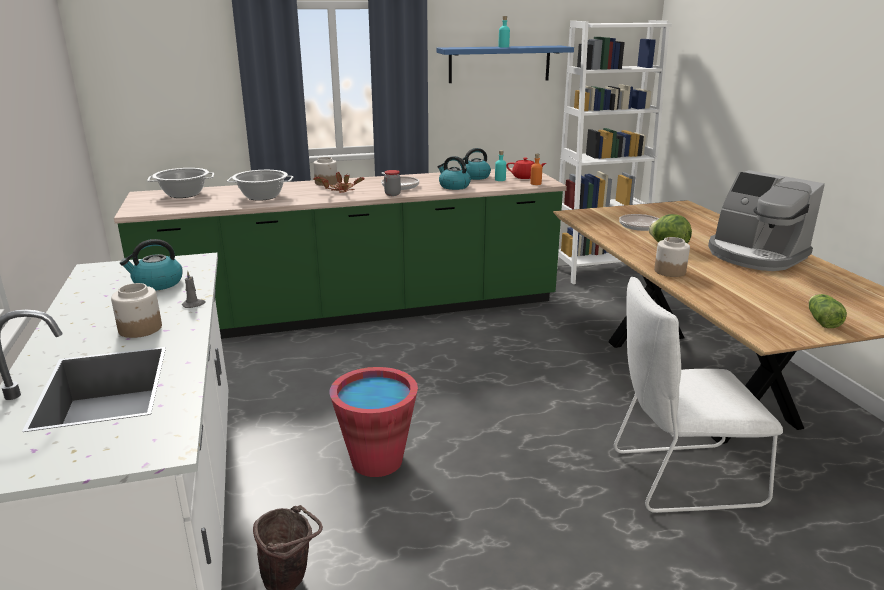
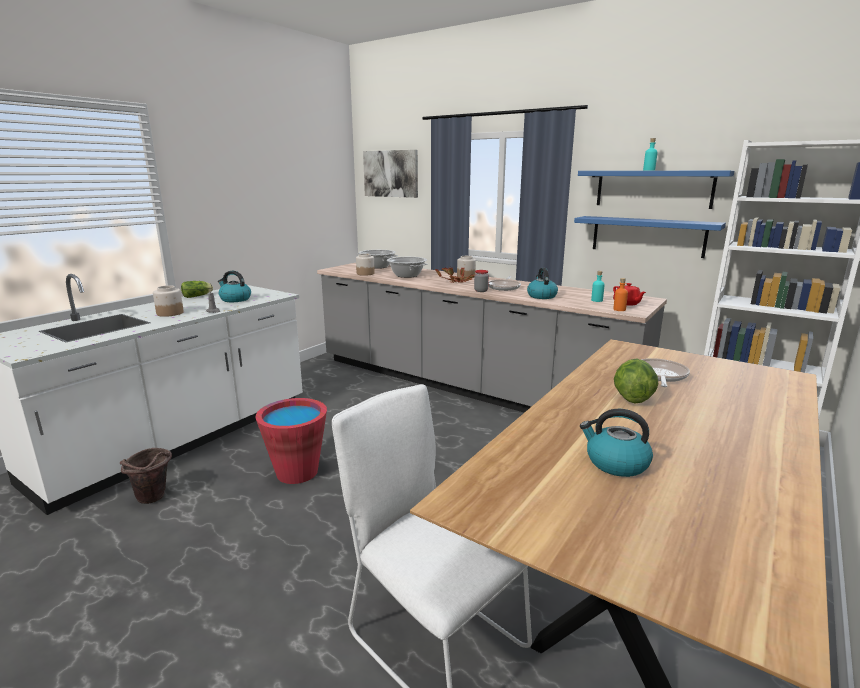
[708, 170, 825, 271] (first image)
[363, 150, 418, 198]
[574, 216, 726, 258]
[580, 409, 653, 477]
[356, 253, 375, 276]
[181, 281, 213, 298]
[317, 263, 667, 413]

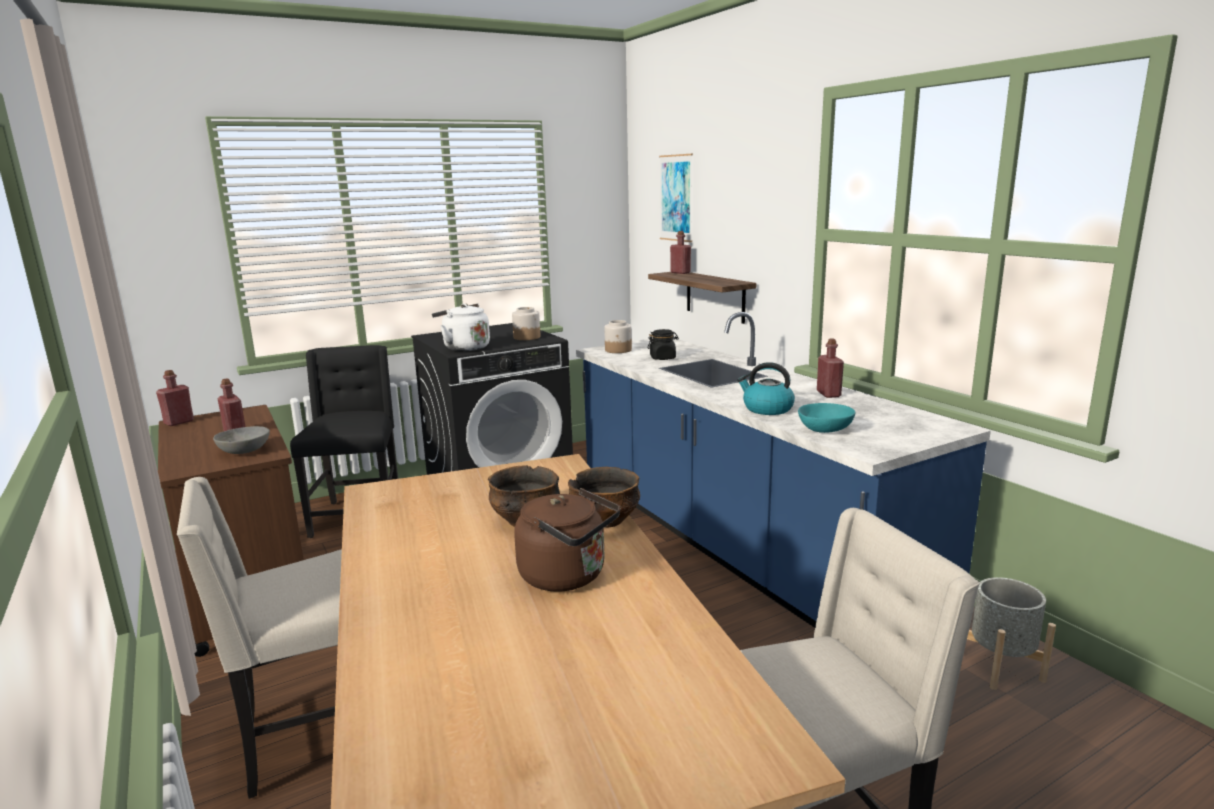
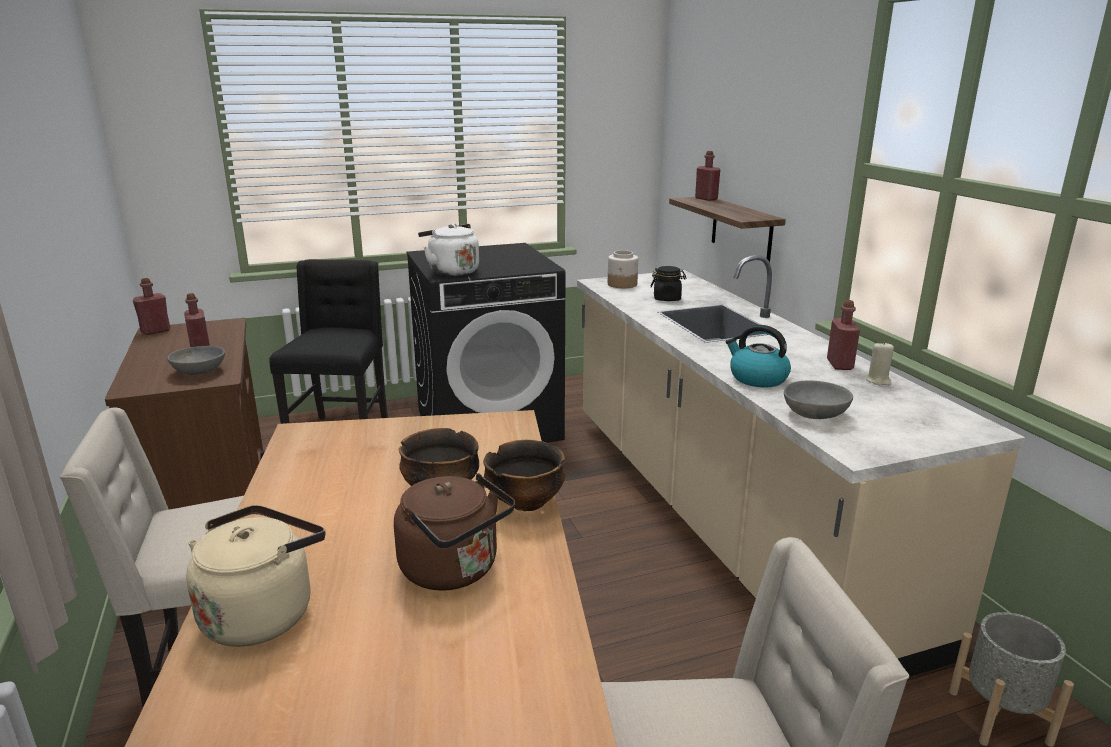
[512, 307, 540, 340] (first image)
[659, 154, 693, 242] (first image)
[186, 505, 325, 647]
[866, 341, 894, 385]
[577, 255, 1025, 677]
[784, 381, 853, 419]

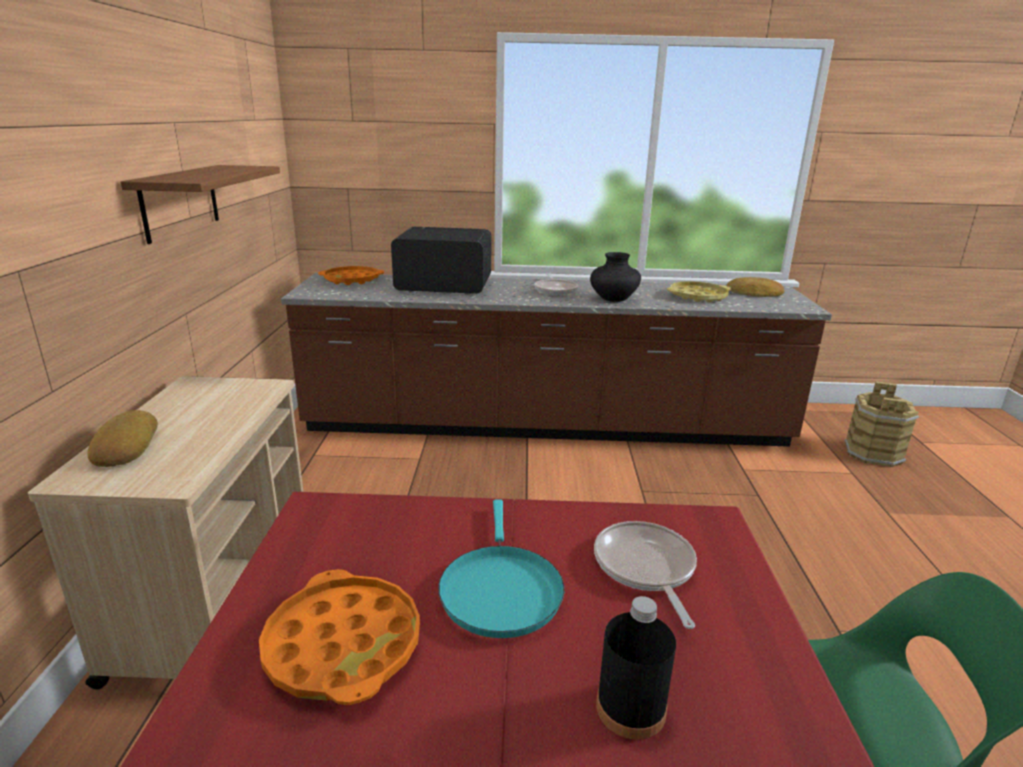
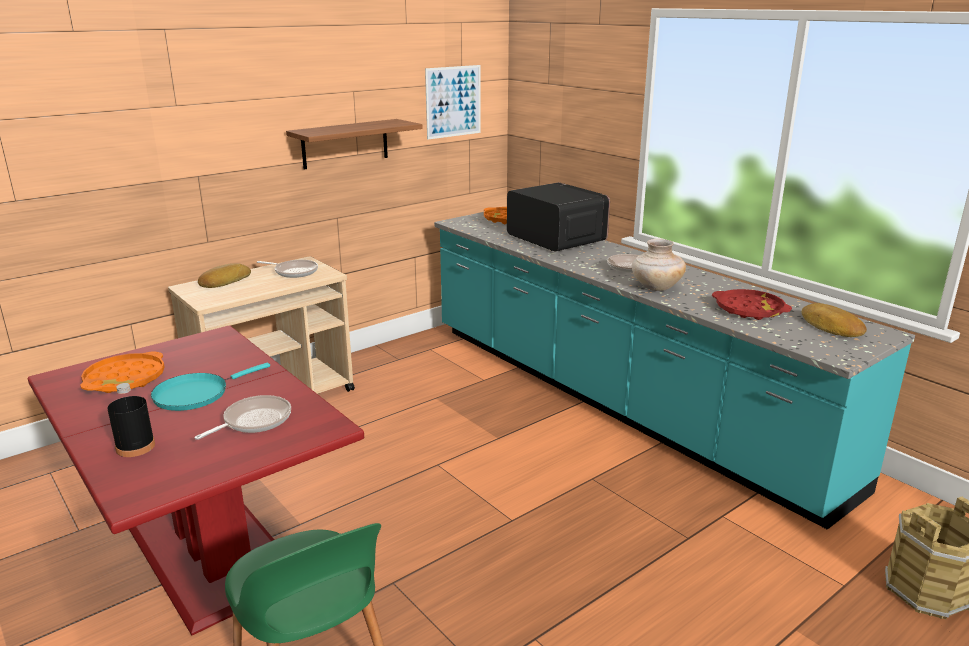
[257, 260, 318, 278]
[425, 65, 481, 140]
[434, 212, 915, 530]
[632, 239, 686, 291]
[712, 289, 792, 320]

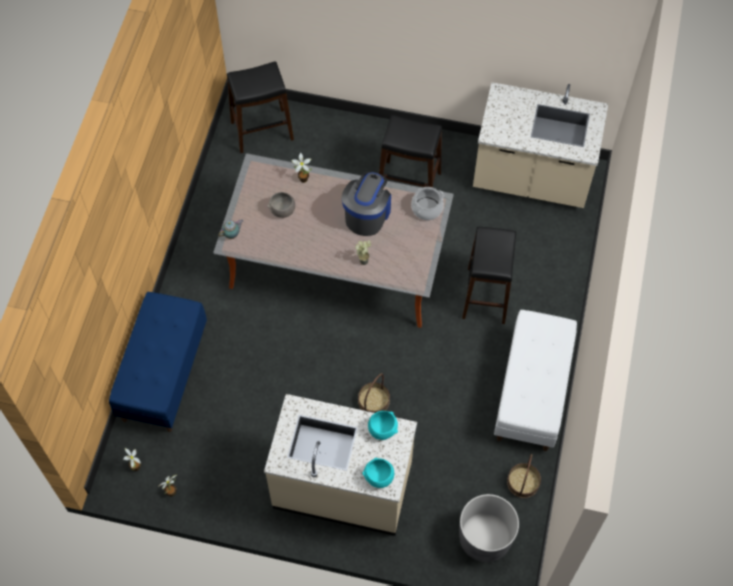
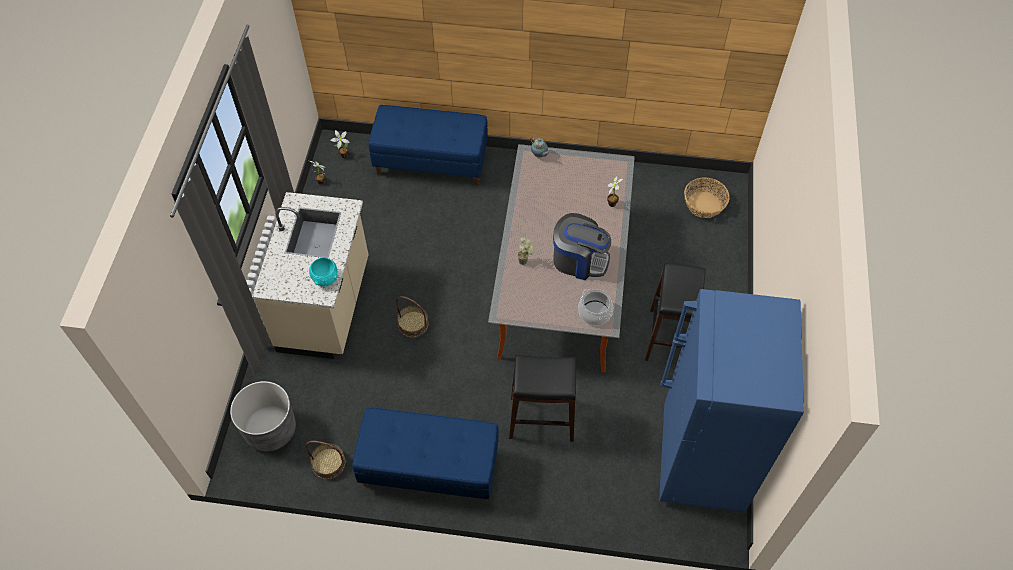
[267, 192, 295, 218] (first image)
[362, 458, 394, 488] (first image)
[684, 177, 730, 218]
[659, 289, 804, 512]
[352, 407, 499, 503]

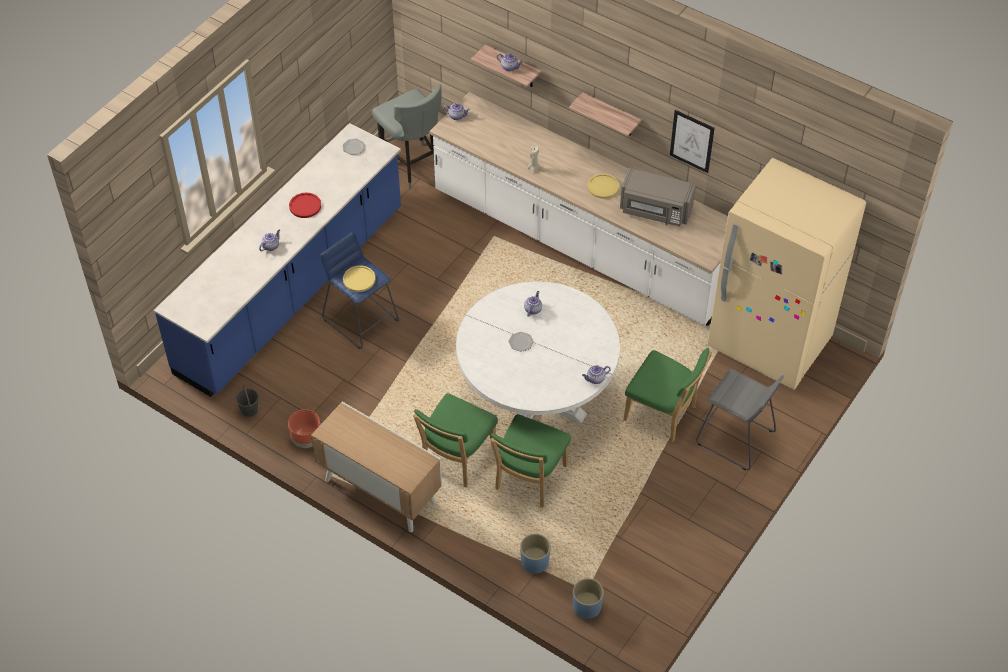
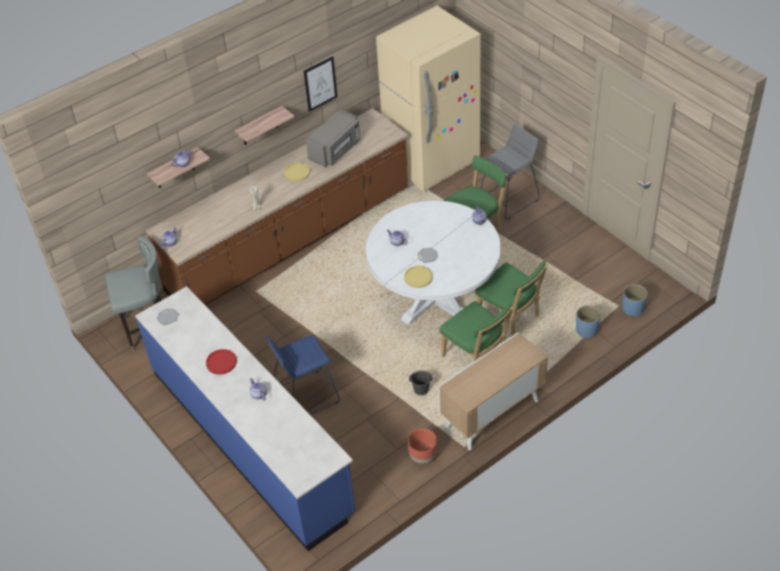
[409, 370, 432, 395]
[404, 266, 433, 288]
[146, 108, 408, 305]

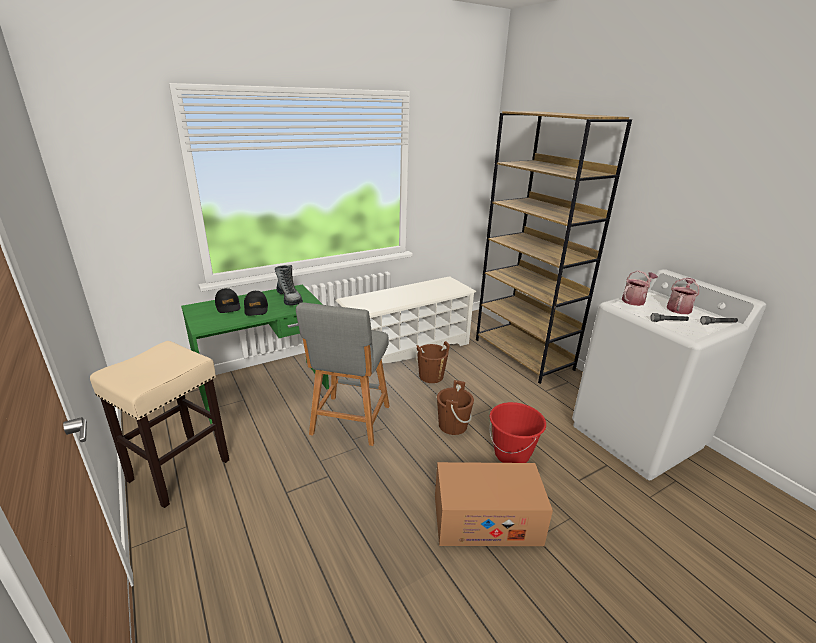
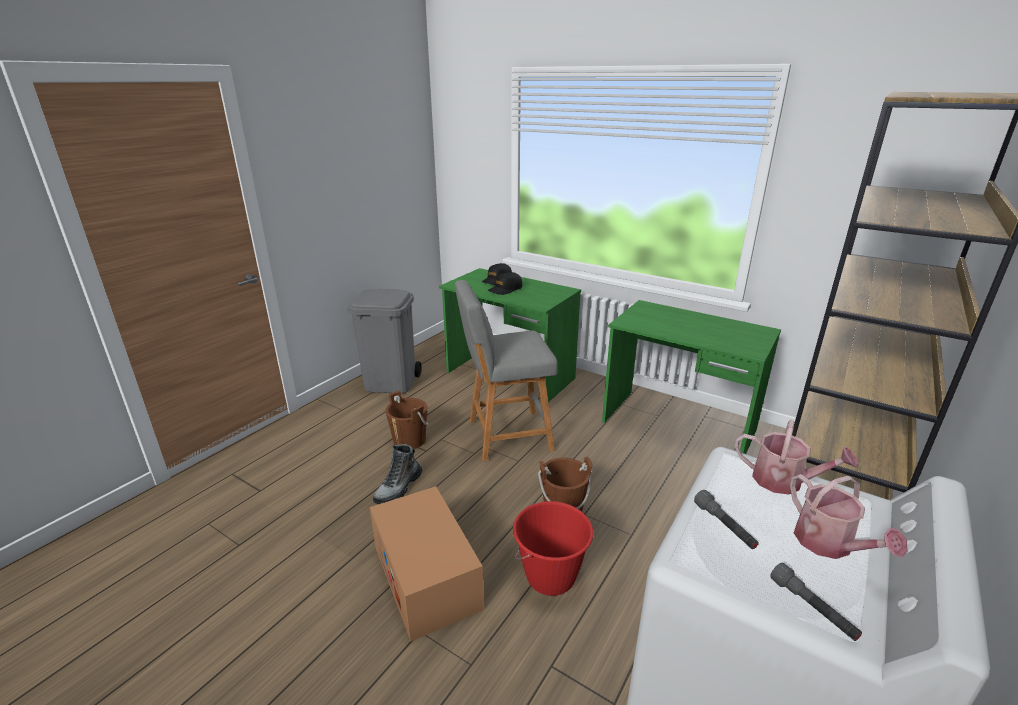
[373, 444, 422, 504]
[385, 390, 428, 449]
[347, 289, 422, 394]
[602, 300, 781, 454]
[790, 474, 908, 559]

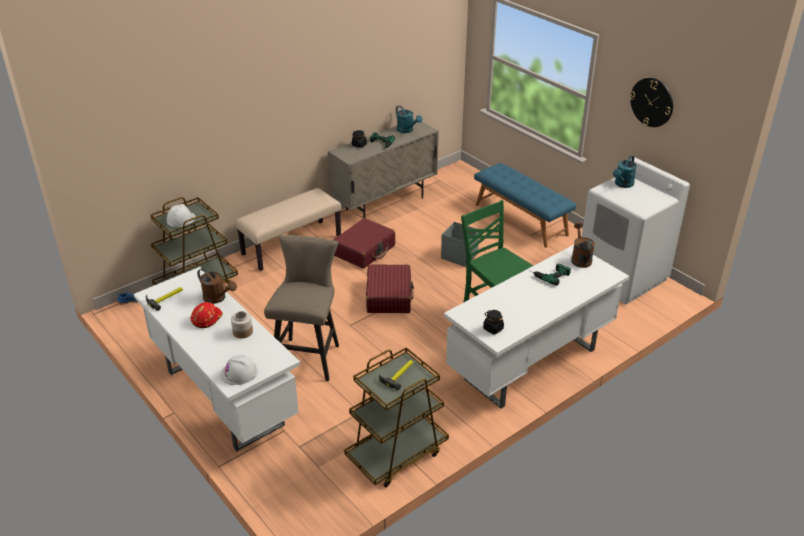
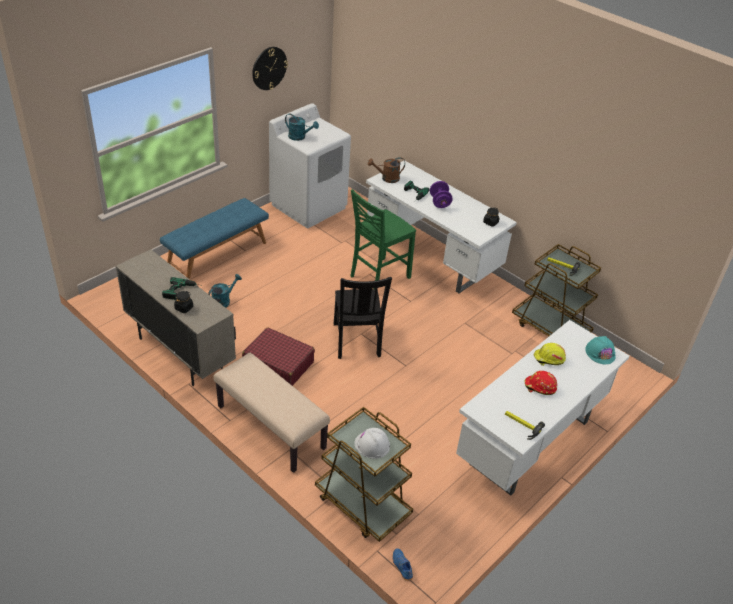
[197, 268, 237, 304] (first image)
[264, 235, 339, 381] (first image)
[441, 222, 479, 267] (first image)
[430, 181, 453, 208]
[208, 274, 242, 308]
[534, 343, 566, 366]
[334, 277, 392, 359]
[585, 336, 616, 365]

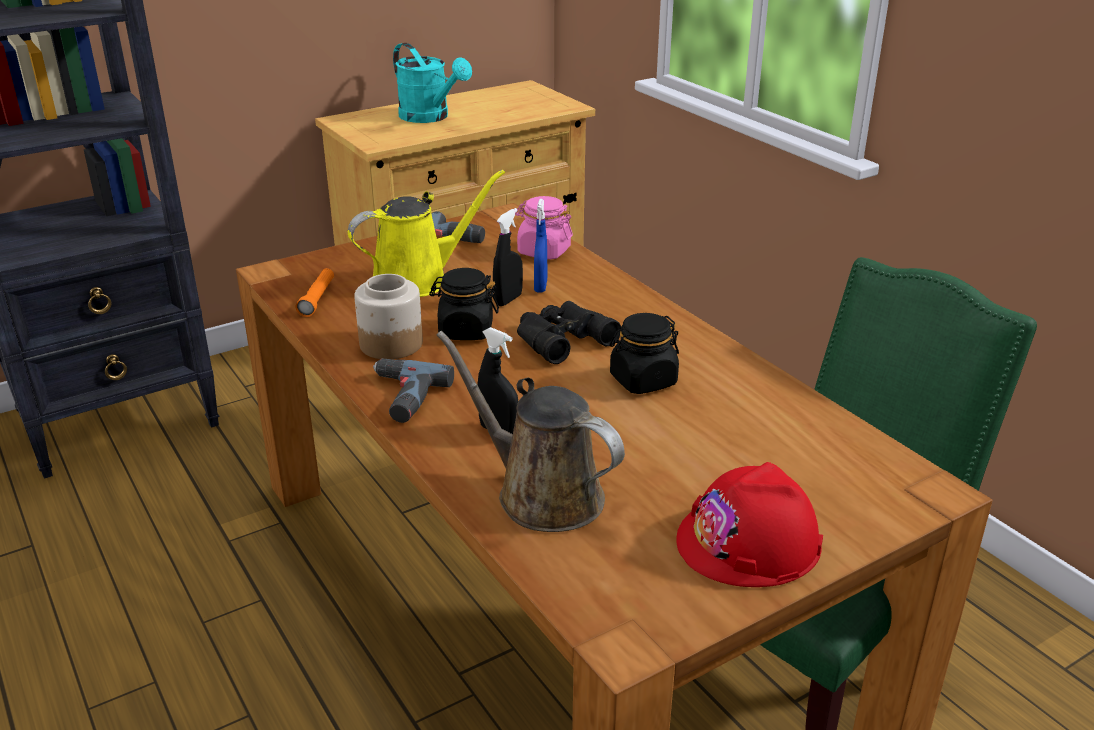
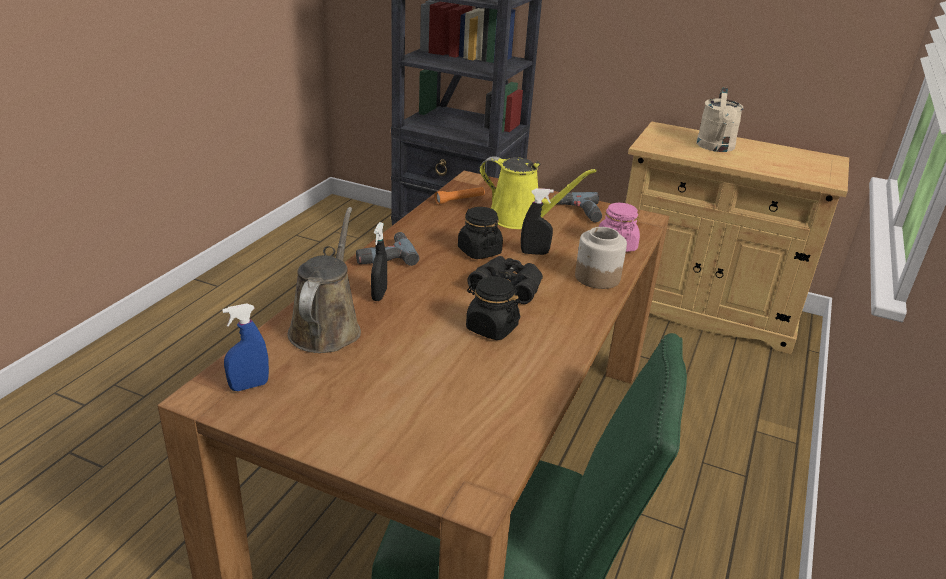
[677, 462, 823, 587] (first image)
[575, 227, 627, 289]
[222, 303, 269, 391]
[696, 87, 744, 152]

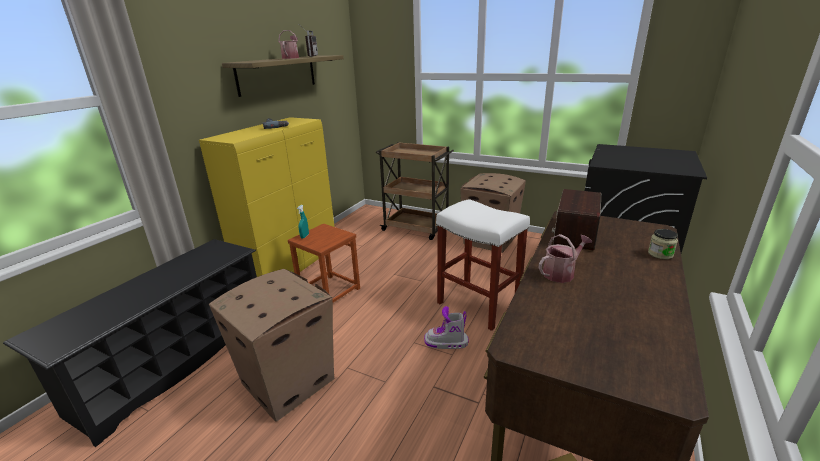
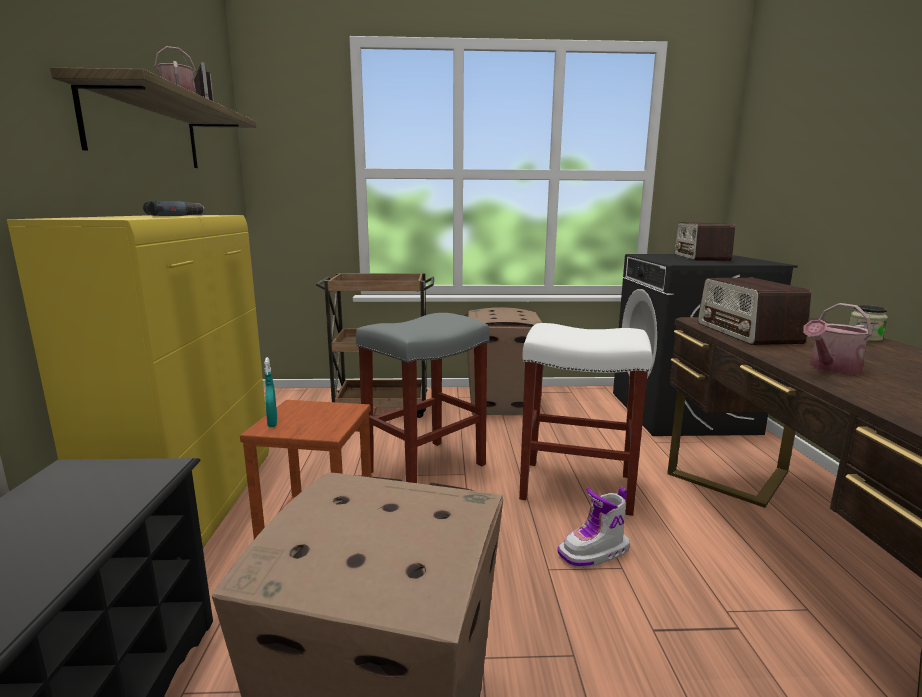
[356, 313, 489, 483]
[675, 222, 735, 261]
[803, 303, 872, 374]

